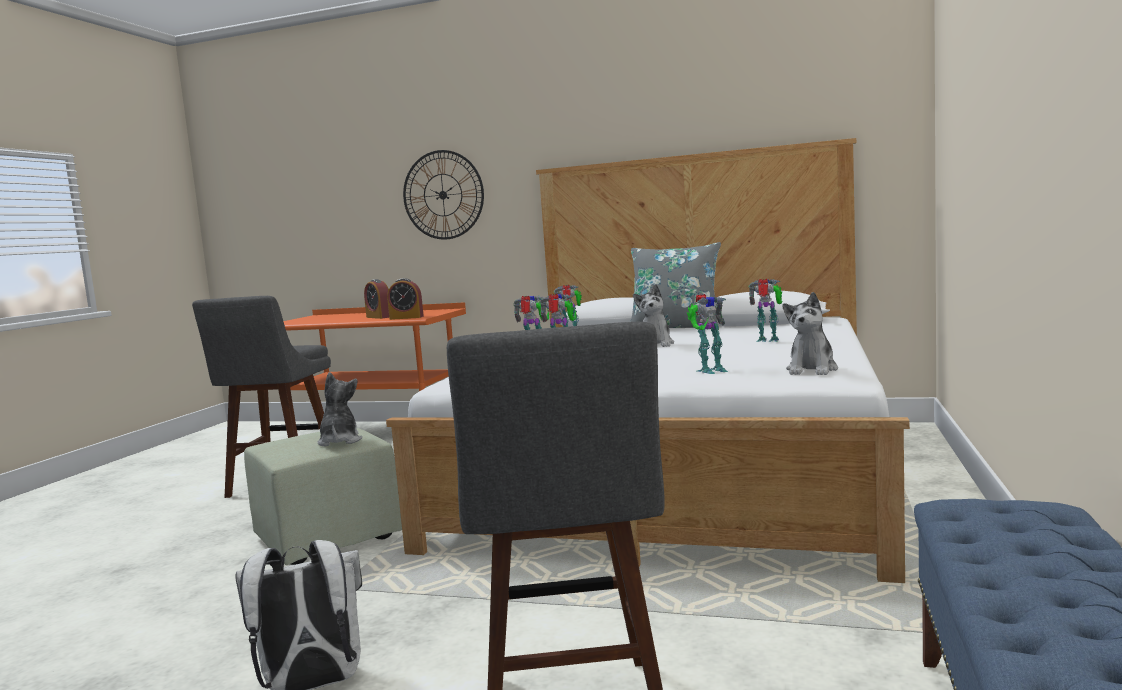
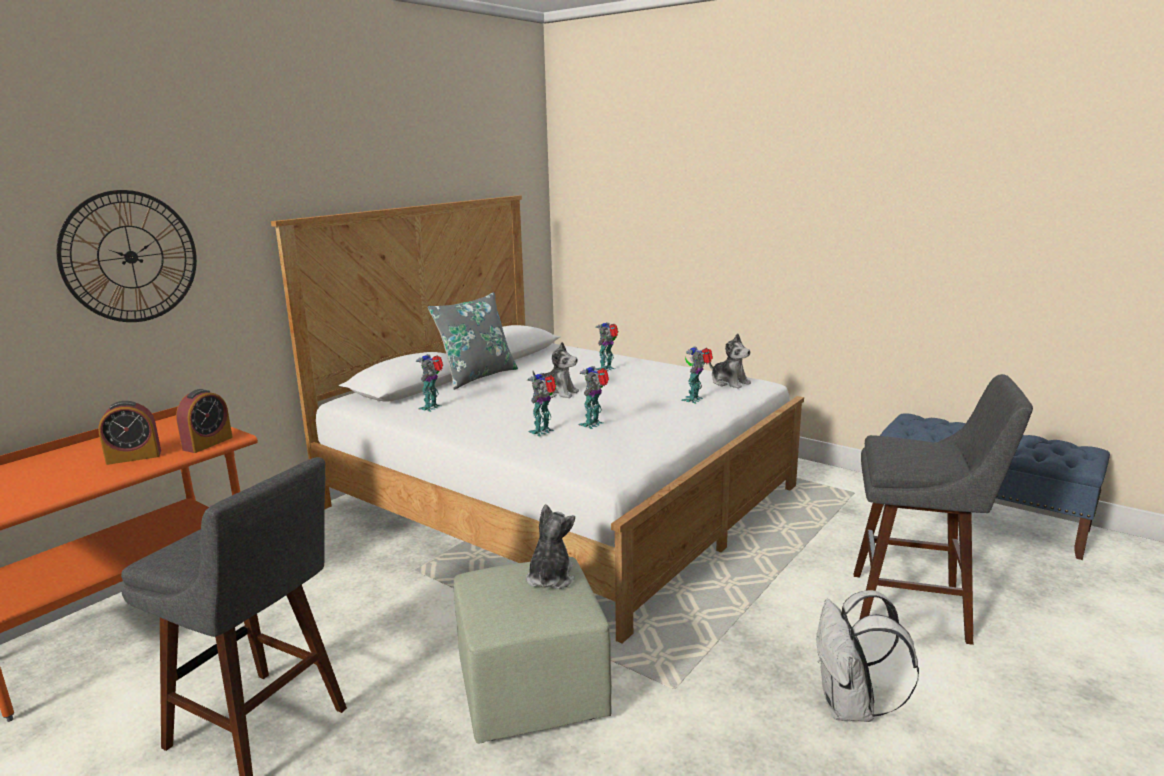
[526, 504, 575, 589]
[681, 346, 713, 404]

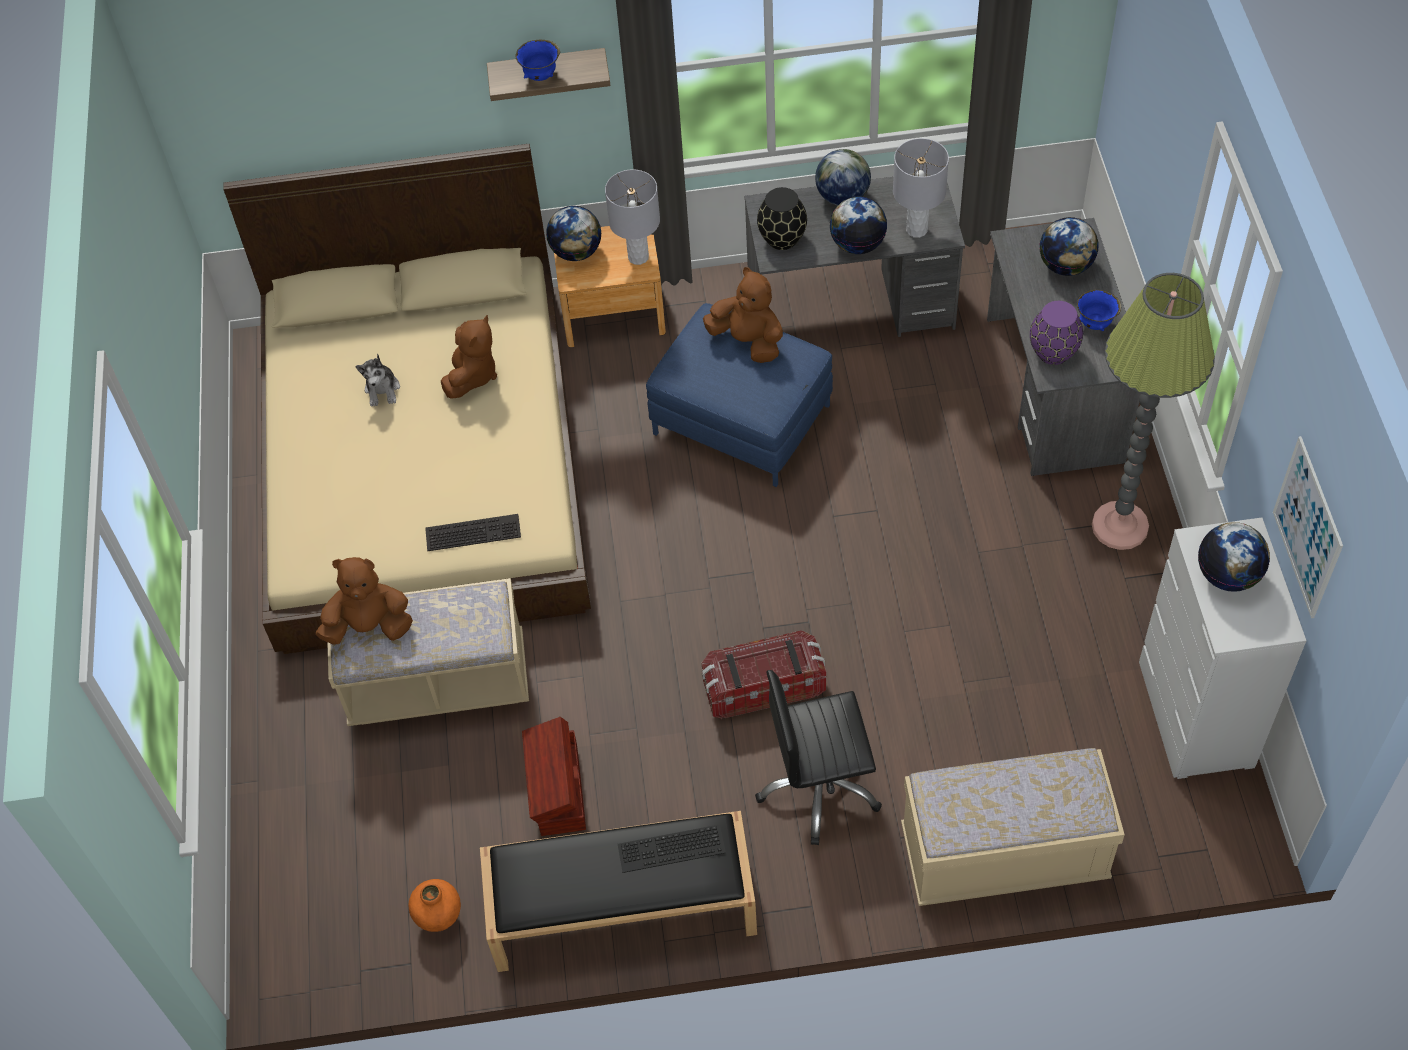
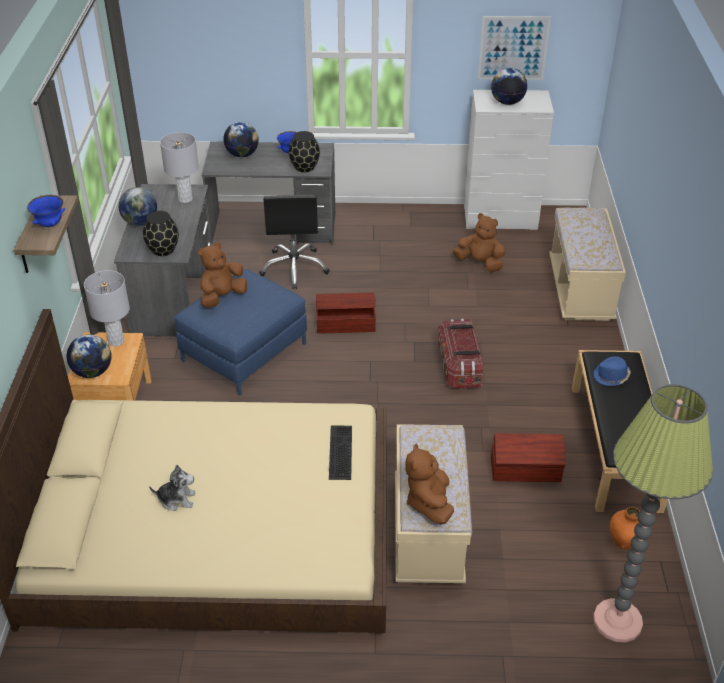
[830, 197, 887, 254] (first image)
[316, 293, 376, 334]
[453, 213, 506, 272]
[259, 195, 330, 289]
[593, 384, 713, 642]
[594, 356, 631, 386]
[289, 131, 320, 172]

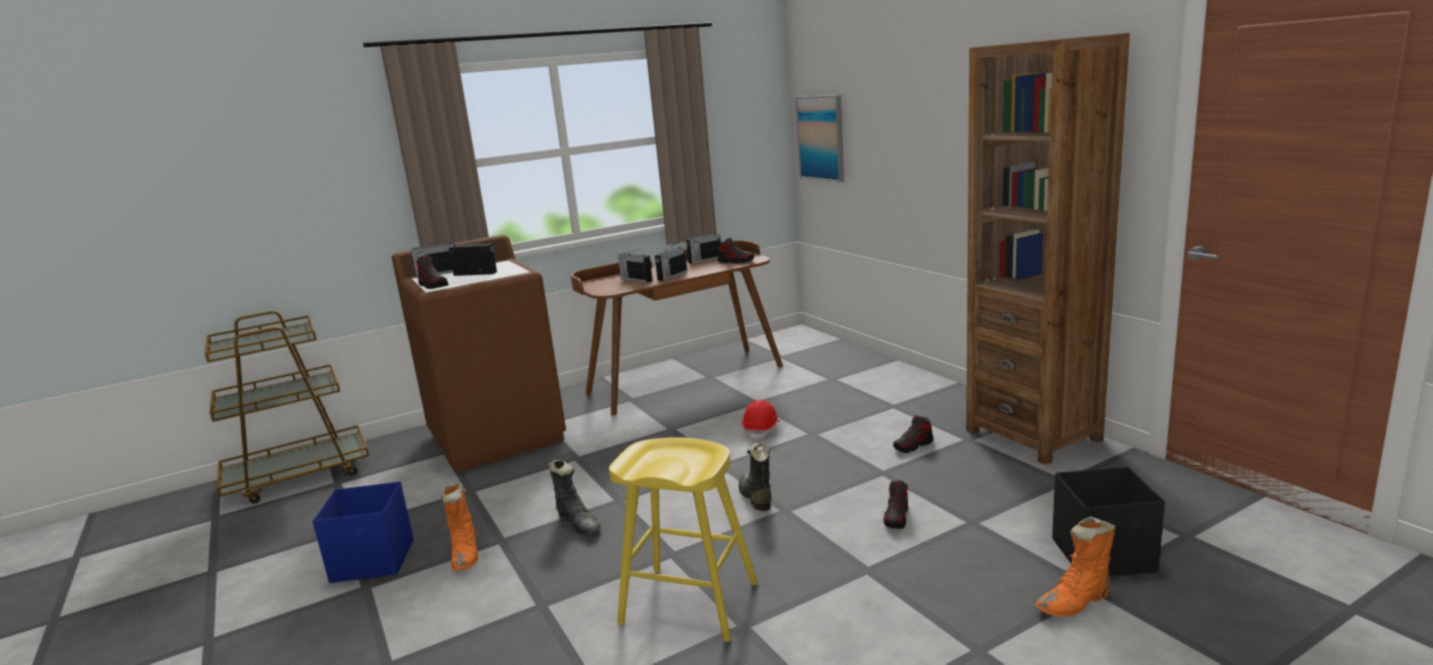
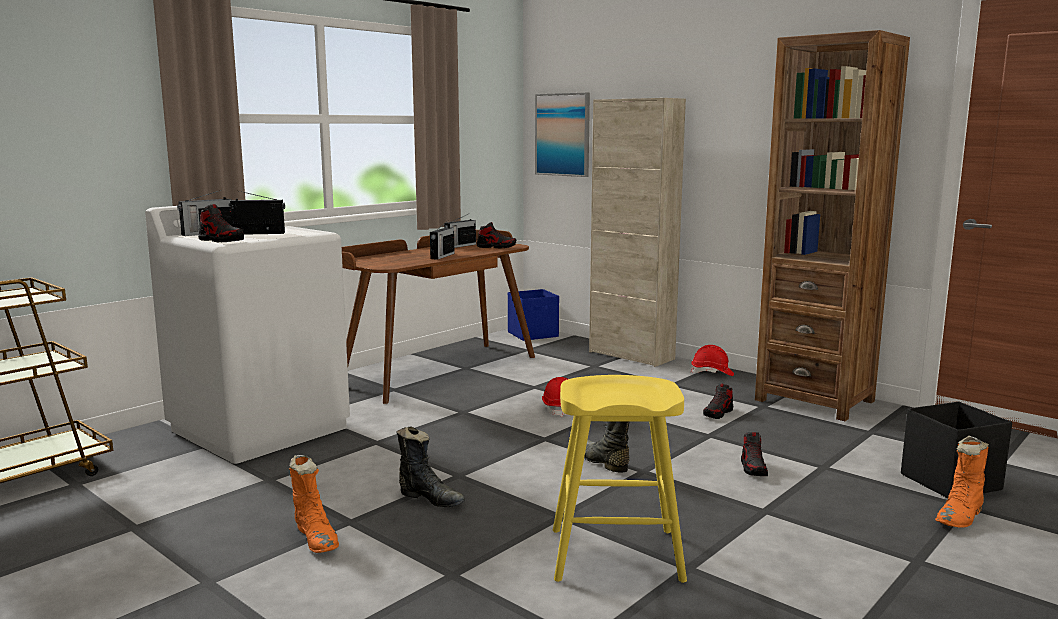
[618, 249, 653, 283] (first image)
[589, 98, 686, 367]
[691, 345, 734, 376]
[508, 289, 559, 341]
[145, 199, 350, 464]

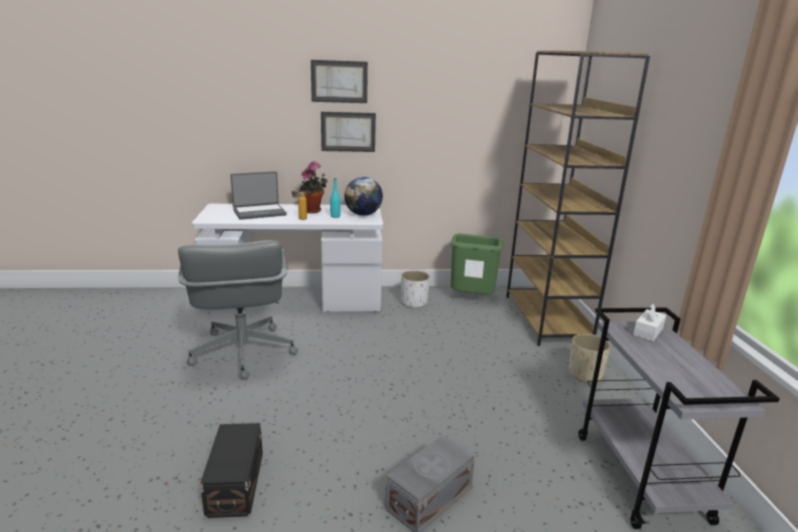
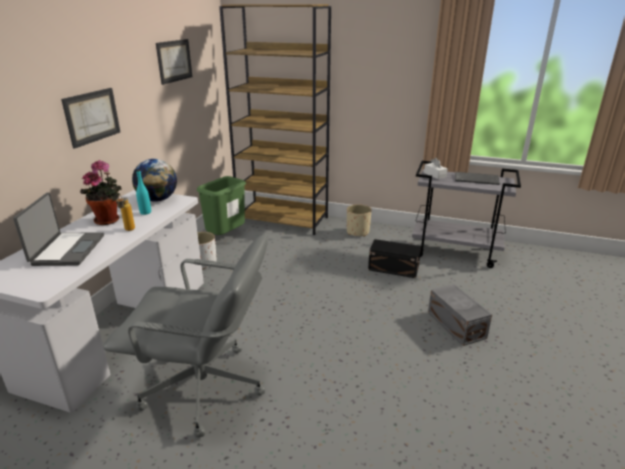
[455, 172, 500, 185]
[368, 239, 421, 278]
[156, 39, 192, 85]

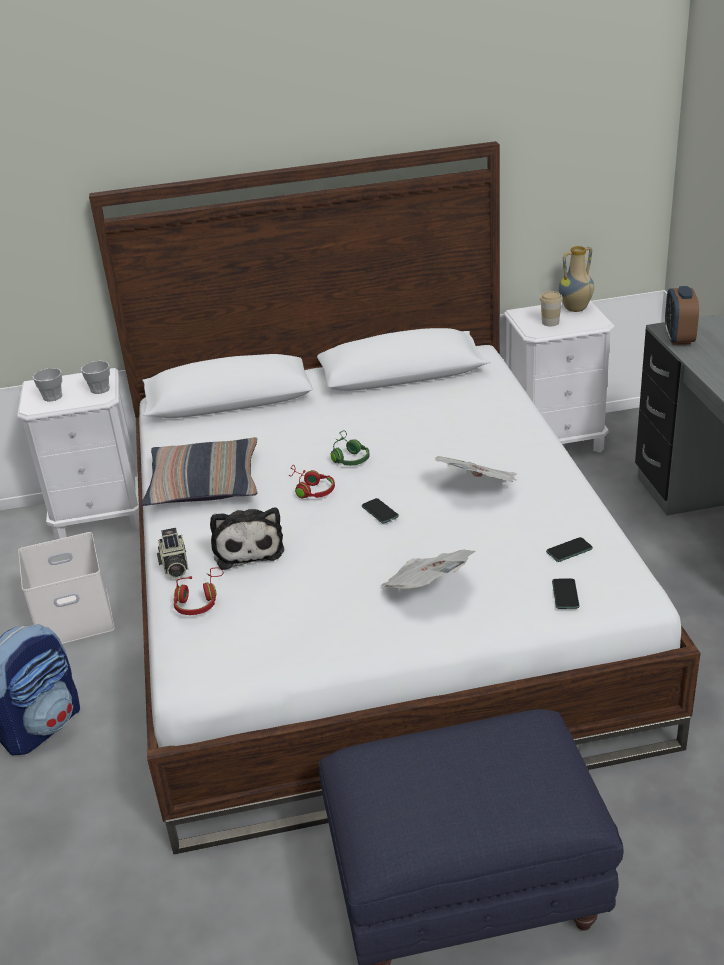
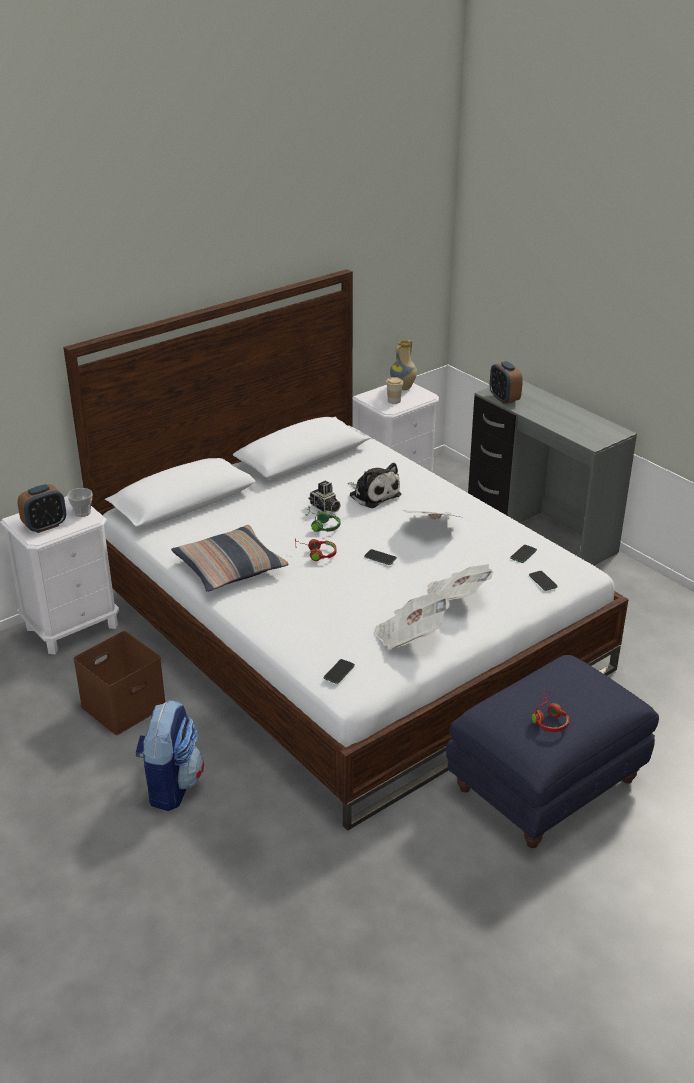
[324, 659, 355, 684]
[374, 592, 450, 650]
[309, 481, 341, 512]
[532, 691, 569, 732]
[348, 463, 401, 508]
[17, 484, 66, 533]
[73, 631, 165, 735]

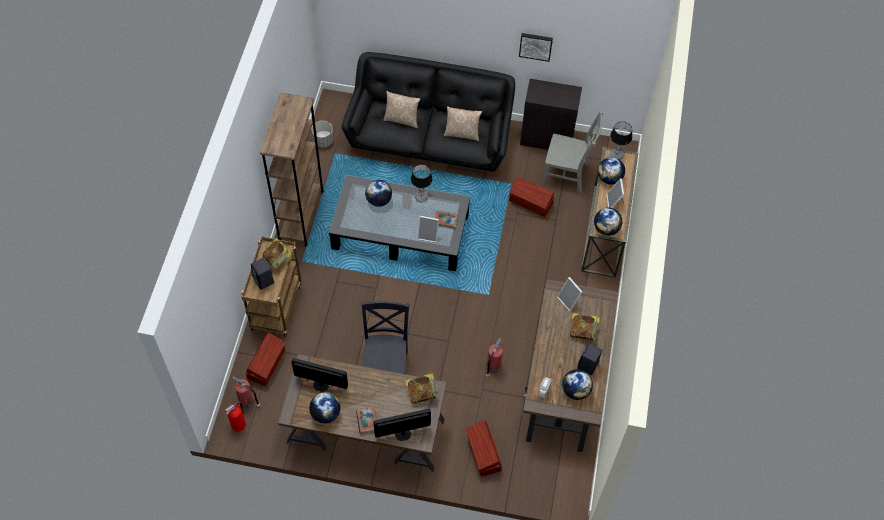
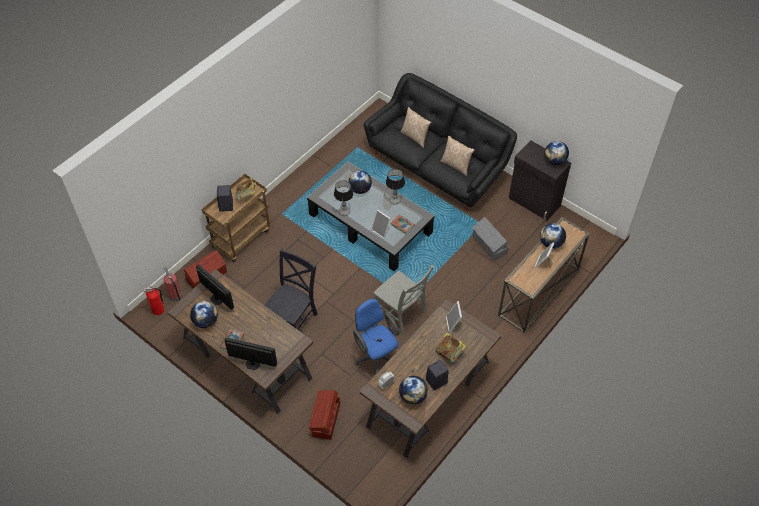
[260, 92, 324, 247] (first image)
[311, 121, 334, 147] (first image)
[405, 373, 439, 404] (first image)
[519, 33, 553, 62] (first image)
[374, 265, 434, 335]
[544, 141, 569, 165]
[334, 180, 353, 216]
[353, 298, 399, 375]
[472, 217, 509, 261]

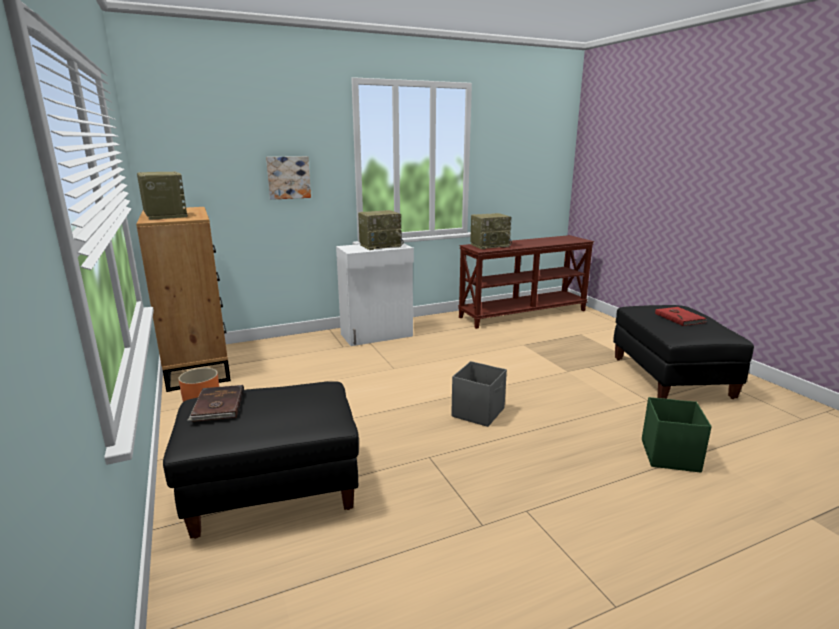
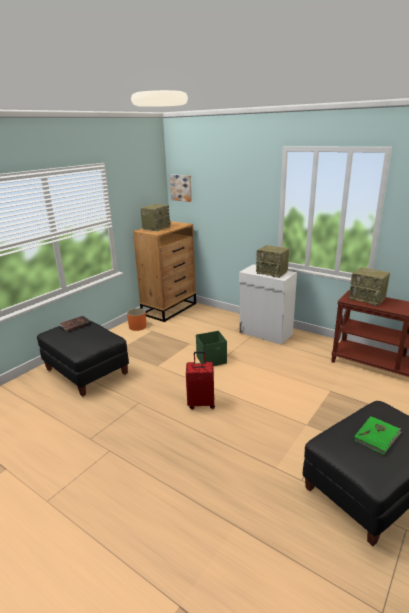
[170, 174, 192, 202]
[196, 331, 227, 366]
[186, 351, 215, 409]
[353, 416, 402, 455]

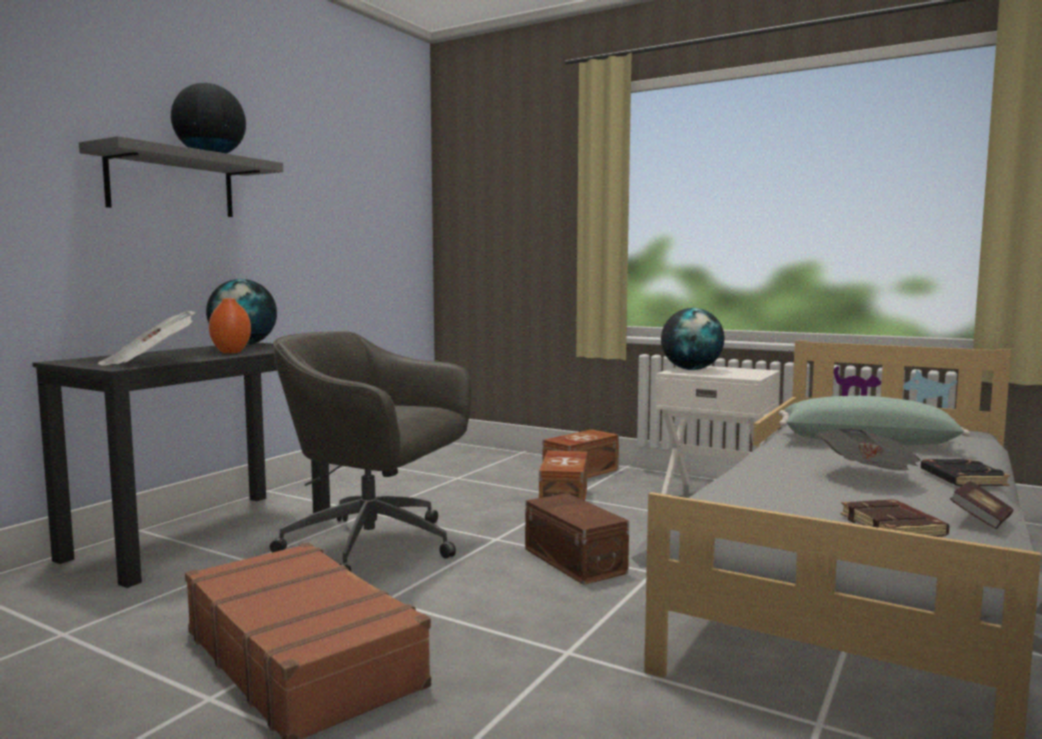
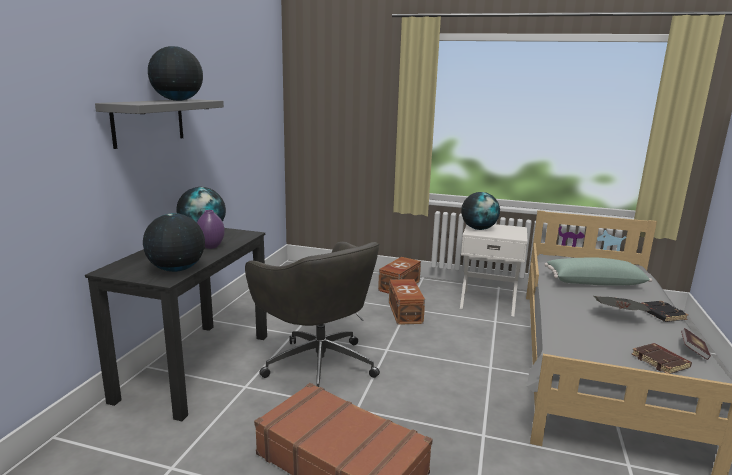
[525, 493, 629, 585] (first image)
[143, 213, 205, 272]
[197, 210, 225, 249]
[245, 242, 380, 387]

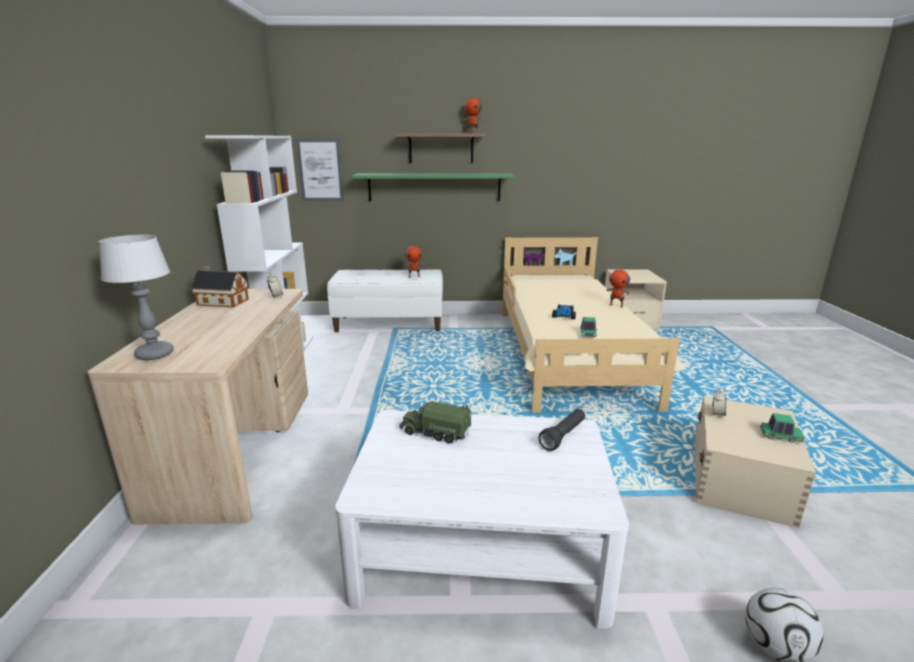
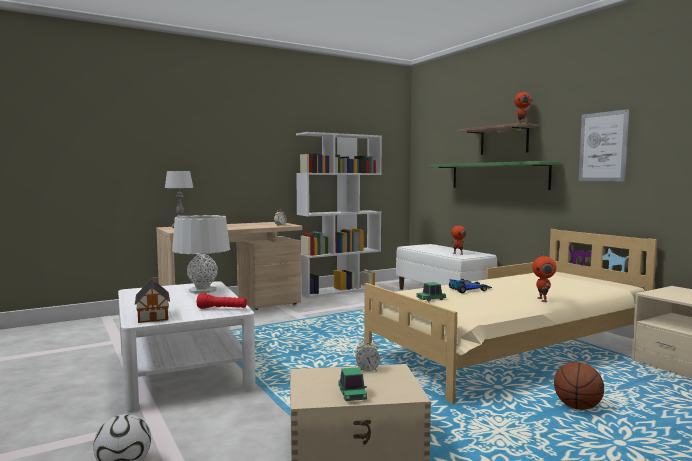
[554, 362, 604, 410]
[135, 277, 170, 323]
[579, 109, 629, 181]
[172, 215, 230, 294]
[196, 293, 247, 309]

